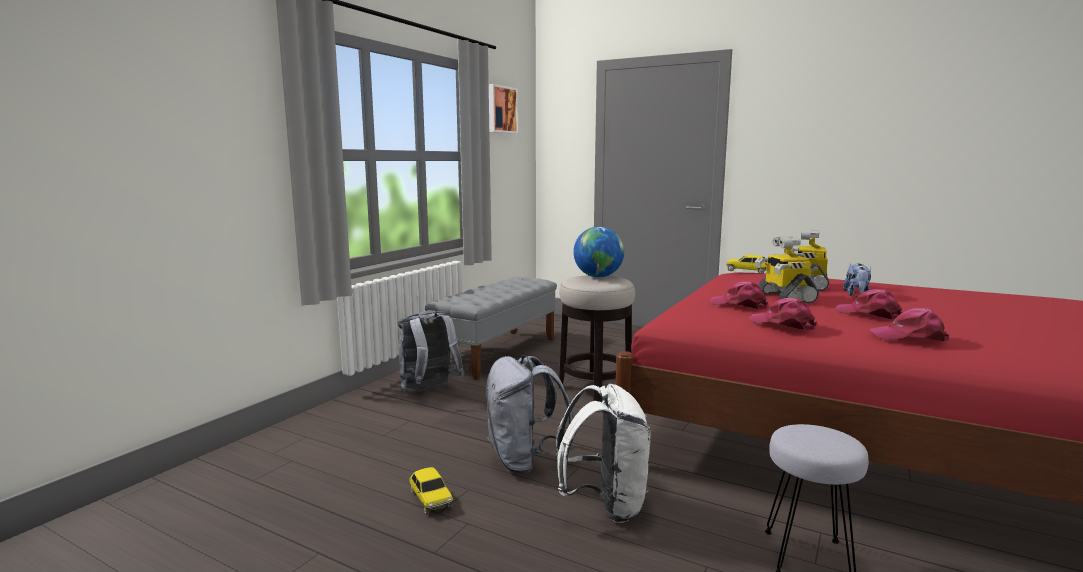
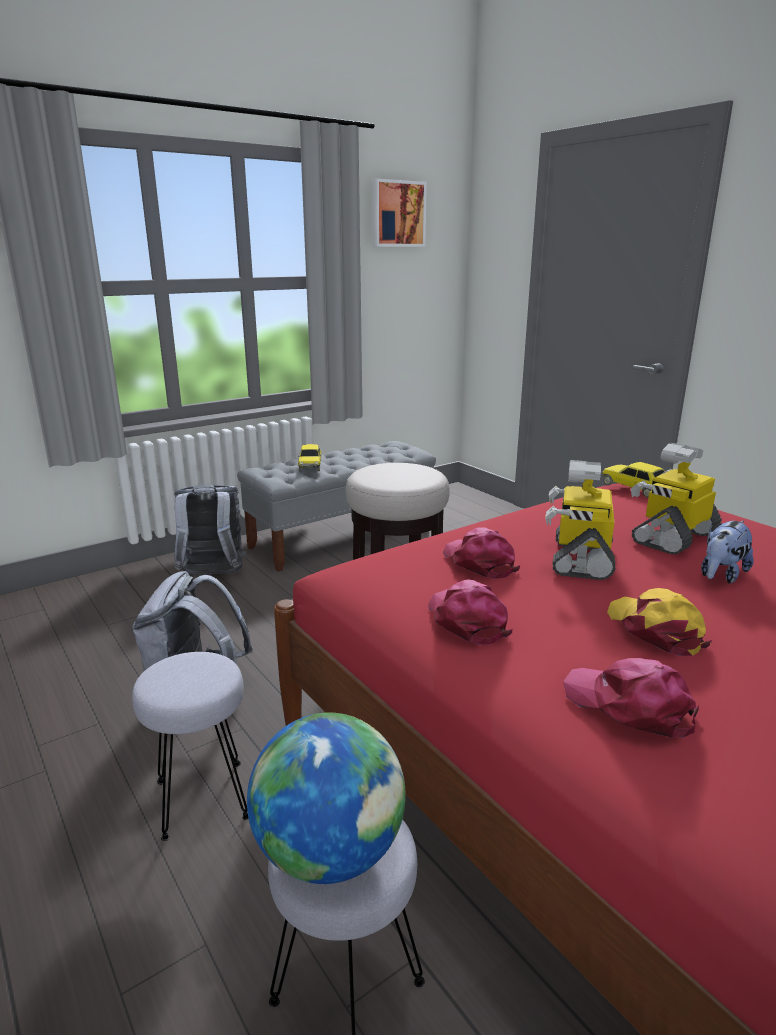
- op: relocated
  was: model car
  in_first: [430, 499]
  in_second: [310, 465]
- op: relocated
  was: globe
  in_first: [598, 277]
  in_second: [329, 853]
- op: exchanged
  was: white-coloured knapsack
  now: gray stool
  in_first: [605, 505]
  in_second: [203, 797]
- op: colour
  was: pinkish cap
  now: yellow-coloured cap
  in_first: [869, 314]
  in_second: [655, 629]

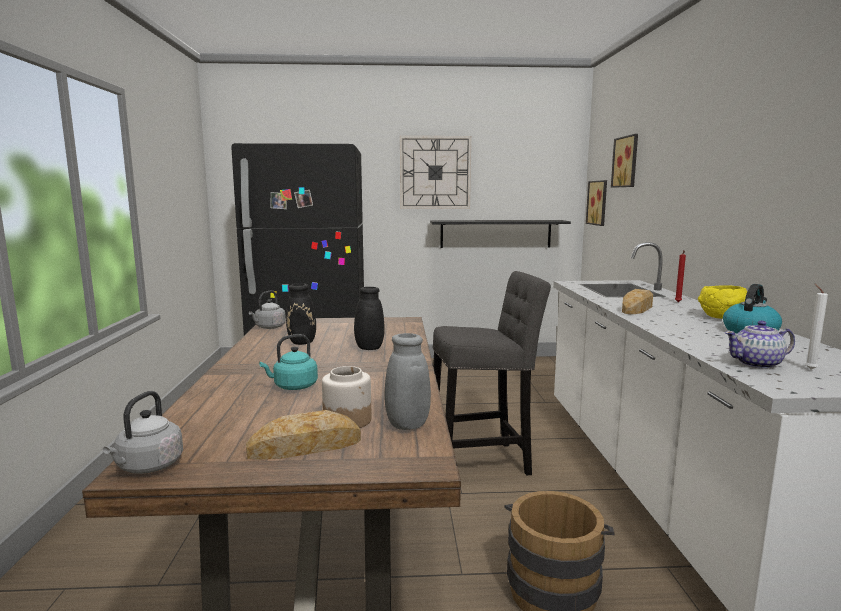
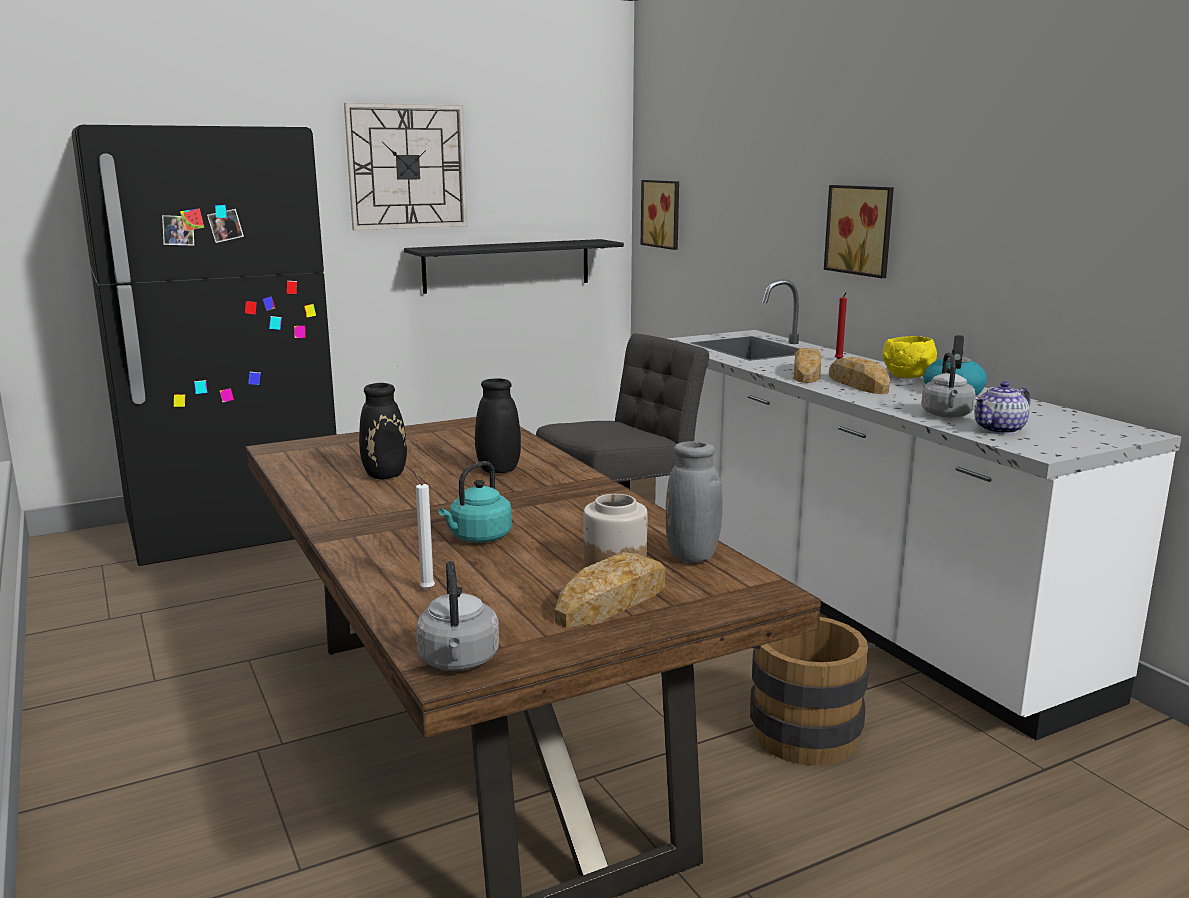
- op: appeared
  now: bakery bread
  in_second: [858, 384]
- op: relocated
  was: gray water kettle
  in_first: [269, 327]
  in_second: [947, 415]
- op: relocated
  was: picture
  in_first: [627, 162]
  in_second: [862, 230]
- op: relocated
  was: white-coloured wax light
  in_first: [809, 369]
  in_second: [426, 589]

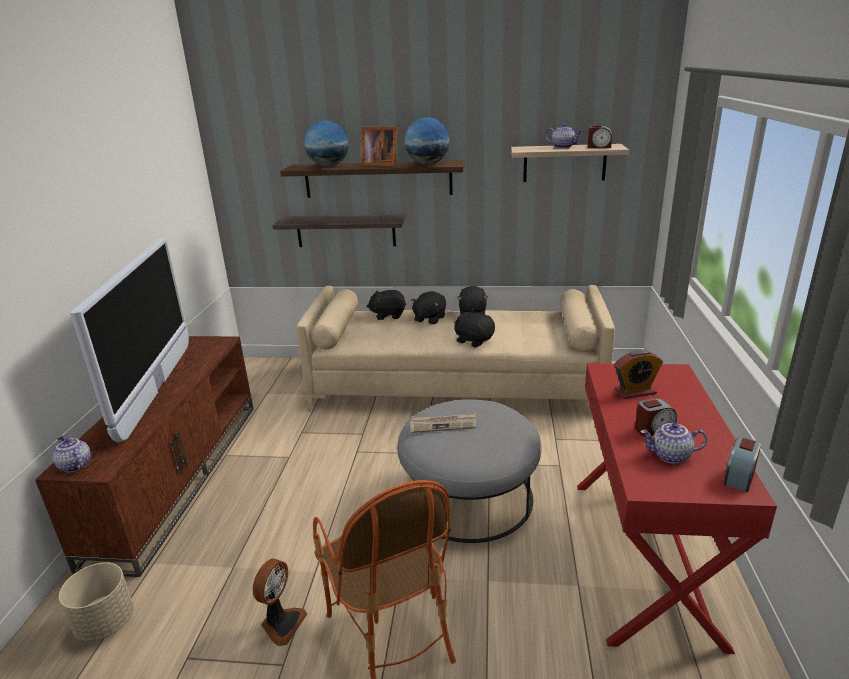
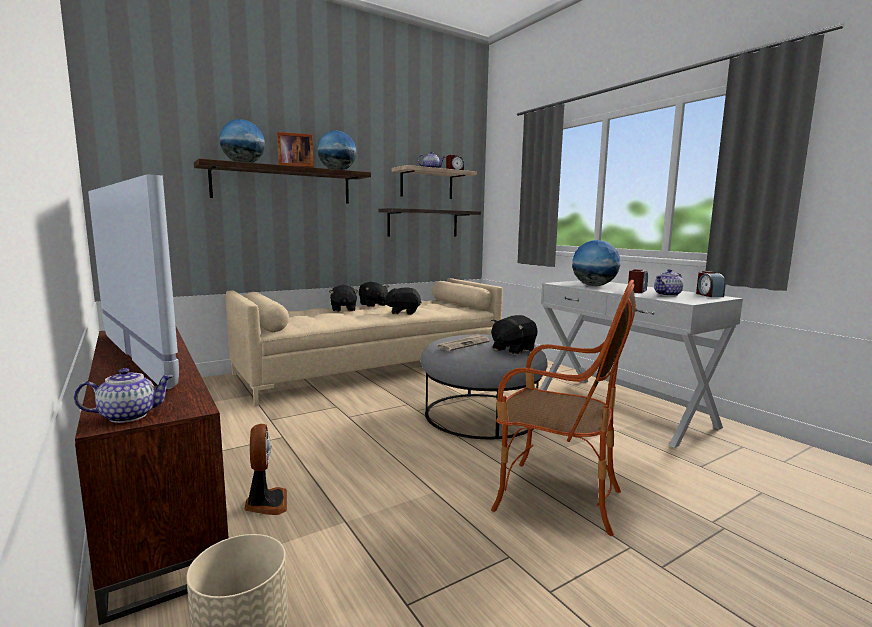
- op: relocated
  was: fan
  in_first: [281, 623]
  in_second: [266, 503]
- op: relocated
  was: wall shelf
  in_first: [346, 230]
  in_second: [423, 223]
- op: relocated
  was: black-coloured soft toy
  in_first: [388, 315]
  in_second: [512, 349]
- op: exchanged
  was: bedside clock
  now: globe
  in_first: [635, 392]
  in_second: [594, 286]
- op: colour
  was: red-coloured hall table
  now: white-coloured hall table
  in_first: [644, 556]
  in_second: [622, 408]
- op: spun
  was: teapot
  in_first: [74, 466]
  in_second: [129, 415]
  clockwise: 150

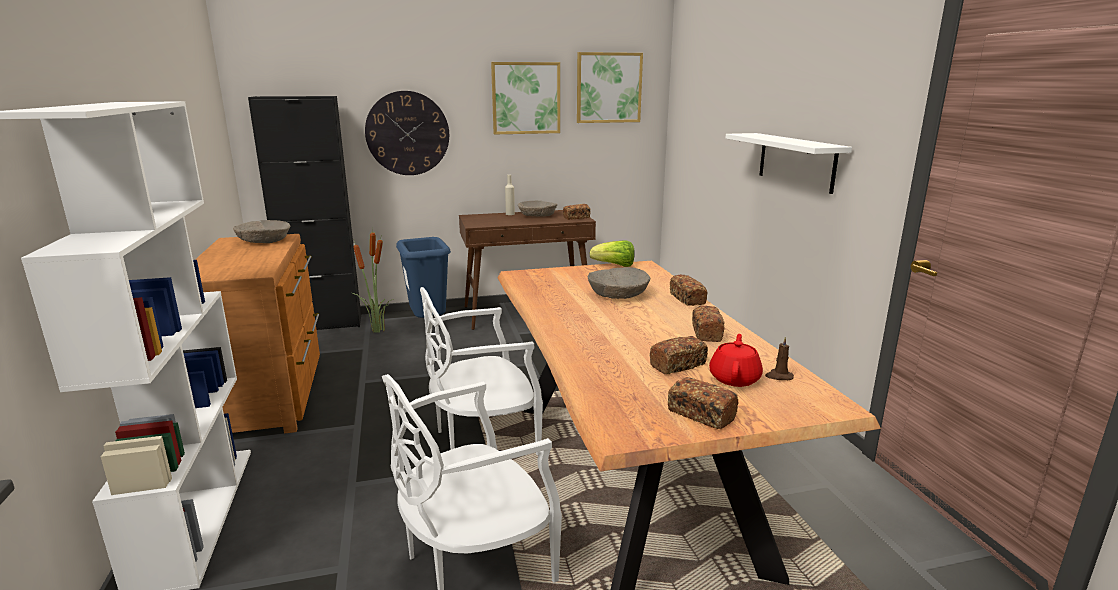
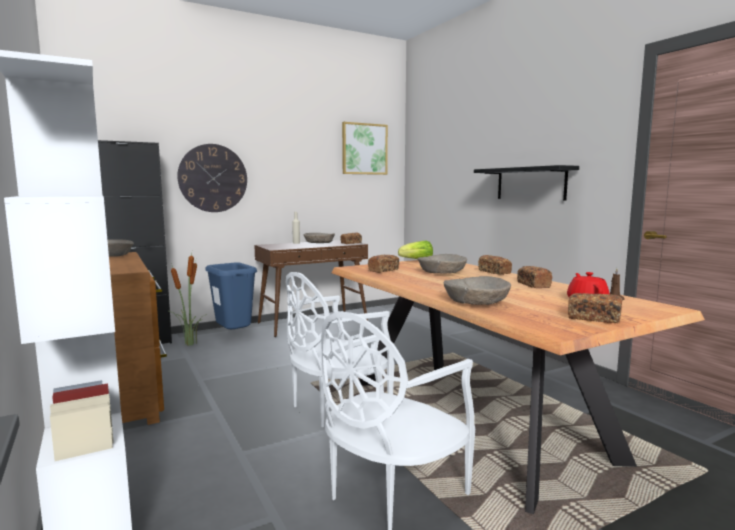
- op: missing
  was: picture
  in_first: [526, 98]
- op: appeared
  now: beige deep dish
  in_second: [476, 302]
- op: relocated
  was: bakery bread
  in_first: [677, 365]
  in_second: [383, 270]
- op: colour
  was: white-coloured wall shelf
  now: black-coloured wall shelf
  in_first: [796, 161]
  in_second: [530, 183]

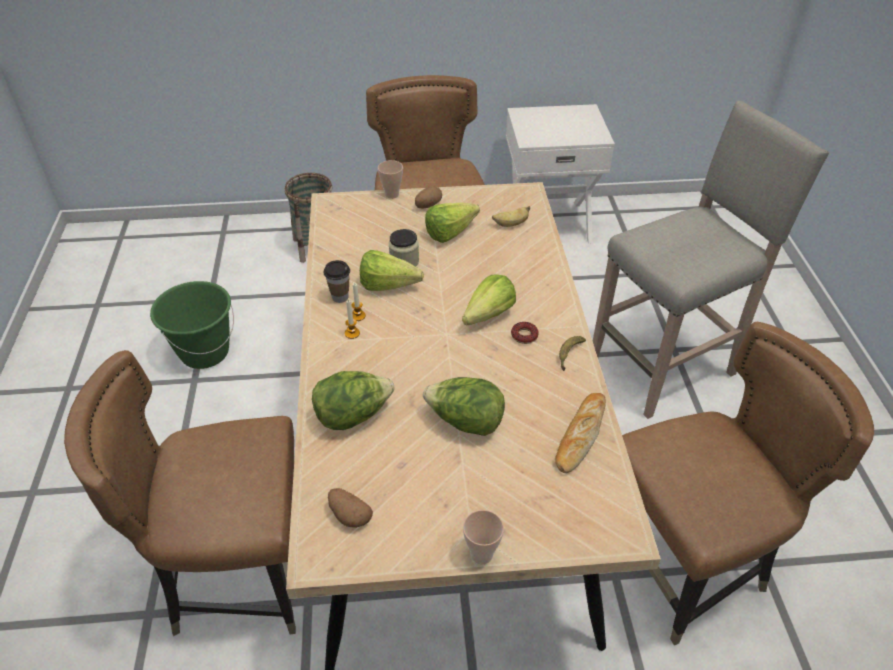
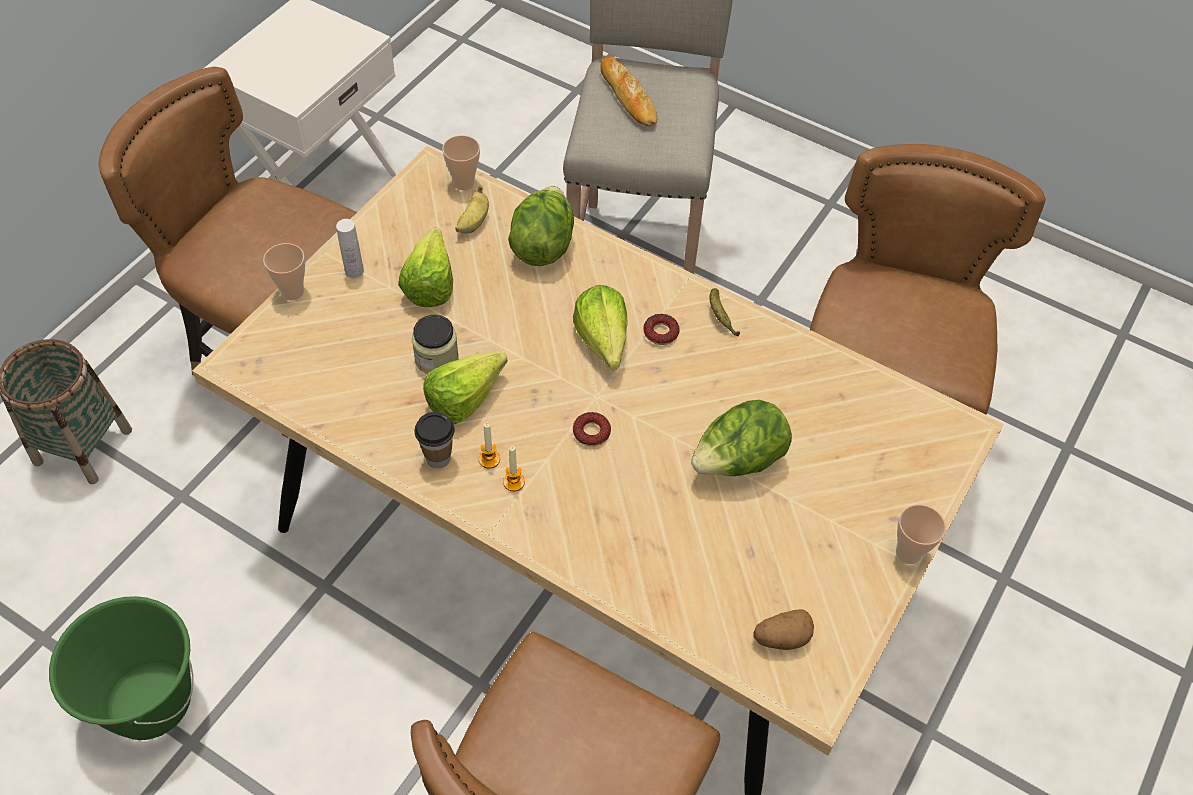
- op: appeared
  now: drinking cup
  in_second: [464, 183]
- op: appeared
  now: ring doughnut
  in_second: [591, 432]
- op: relocated
  was: head of lettuce
  in_first: [353, 415]
  in_second: [542, 245]
- op: relocated
  was: bakery bread
  in_first: [580, 435]
  in_second: [628, 96]
- op: exchanged
  was: spud
  now: white-coloured beverage bottle
  in_first: [428, 205]
  in_second: [354, 271]

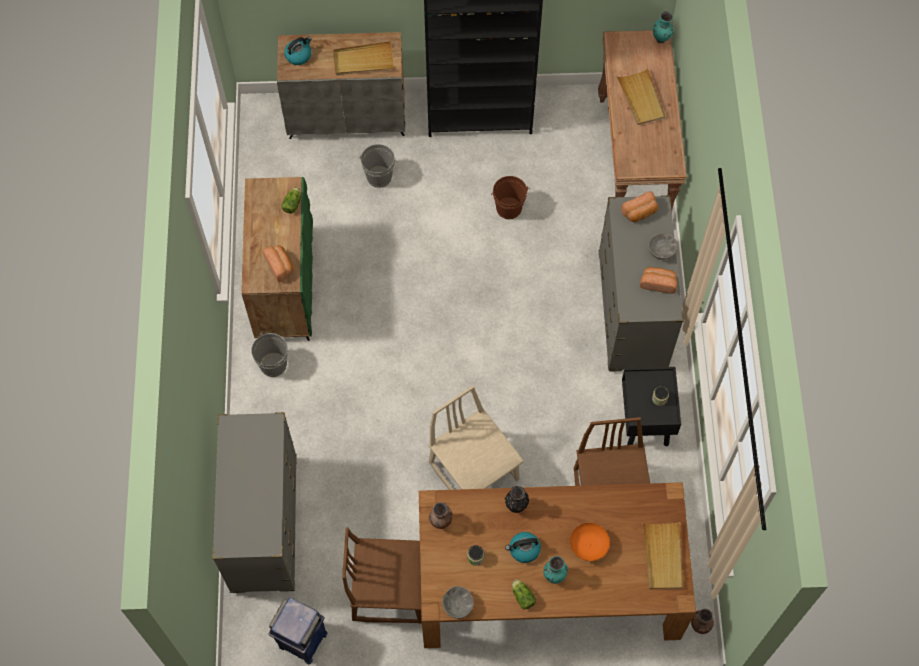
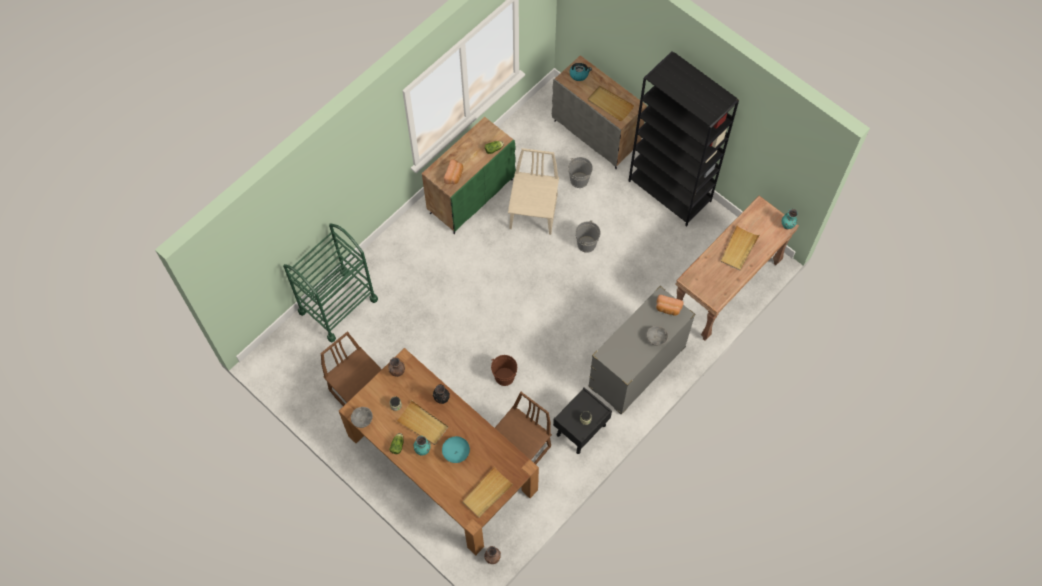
- op: missing
  was: blue-coloured trash can
  in_first: [302, 641]
- op: missing
  was: bakery bread
  in_first: [658, 283]
- op: relocated
  was: gray pail
  in_first: [273, 364]
  in_second: [586, 244]
- op: relocated
  was: beige upright chair
  in_first: [474, 471]
  in_second: [534, 212]
- op: relocated
  was: brown-coloured pail
  in_first: [508, 208]
  in_second: [504, 376]
- op: exchanged
  was: gray drawer chest
  now: green cart
  in_first: [264, 524]
  in_second: [338, 305]
- op: exchanged
  was: water kettle
  now: beige tray
  in_first: [524, 550]
  in_second: [422, 424]
- op: colour
  was: orange deep dish
  now: blue-green deep dish
  in_first: [588, 545]
  in_second: [456, 452]

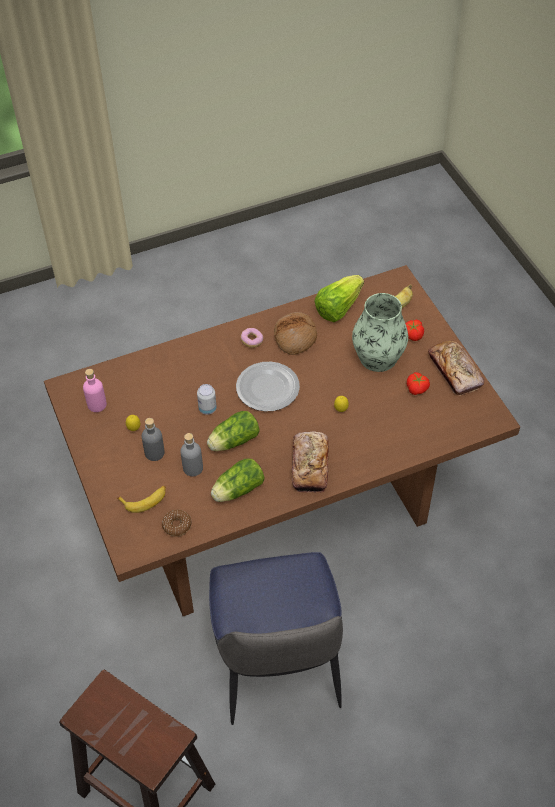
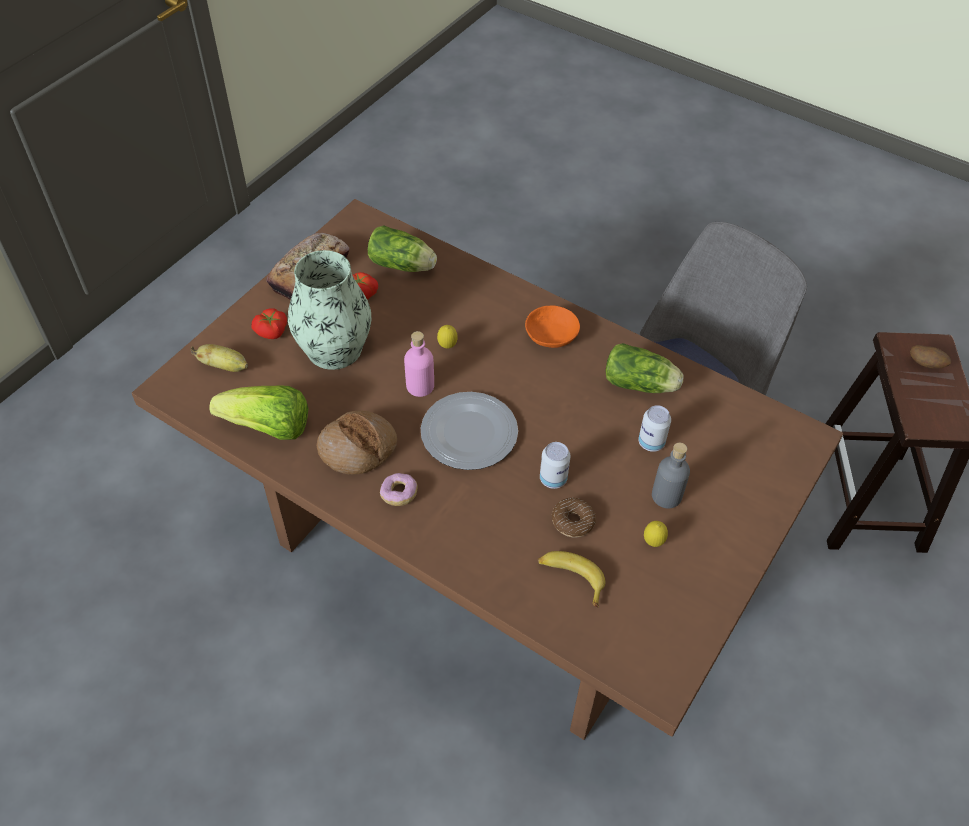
- op: appeared
  now: spud
  in_second: [926, 364]
- op: relocated
  was: pinkish beverage bottle
  in_first: [97, 404]
  in_second: [420, 386]
- op: relocated
  was: whole banana
  in_first: [145, 500]
  in_second: [570, 578]
- op: relocated
  was: ring doughnut
  in_first: [177, 525]
  in_second: [572, 521]
- op: relocated
  was: head of lettuce
  in_first: [232, 441]
  in_second: [403, 265]
- op: exchanged
  was: gray beverage bottle
  now: metal can
  in_first: [193, 468]
  in_second: [651, 443]
- op: exchanged
  was: bakery bread
  now: orange deep dish
  in_first: [310, 466]
  in_second: [550, 337]

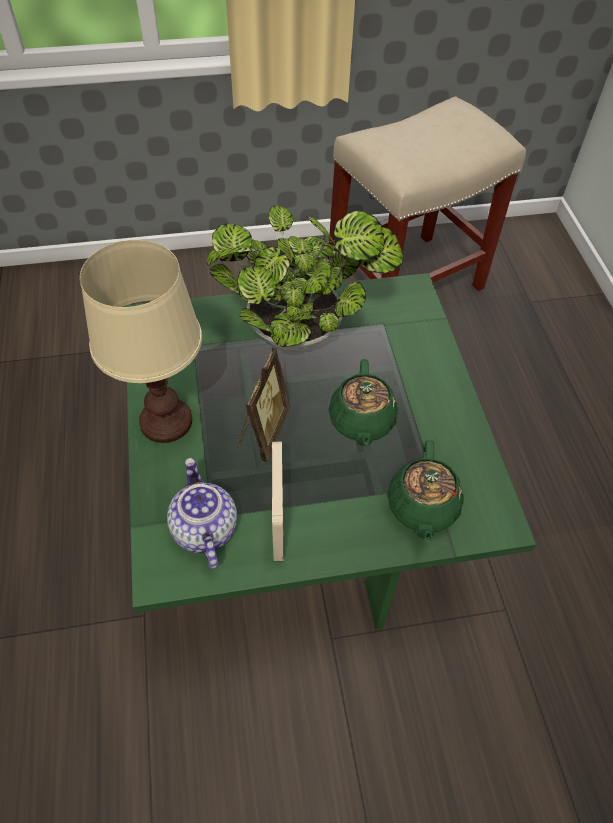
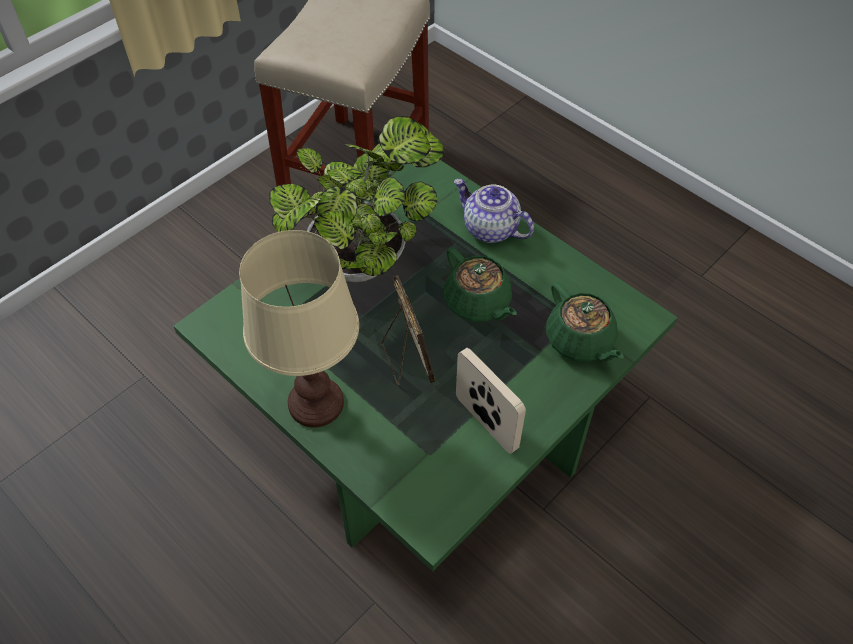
- op: relocated
  was: teapot
  in_first: [203, 529]
  in_second: [490, 229]

